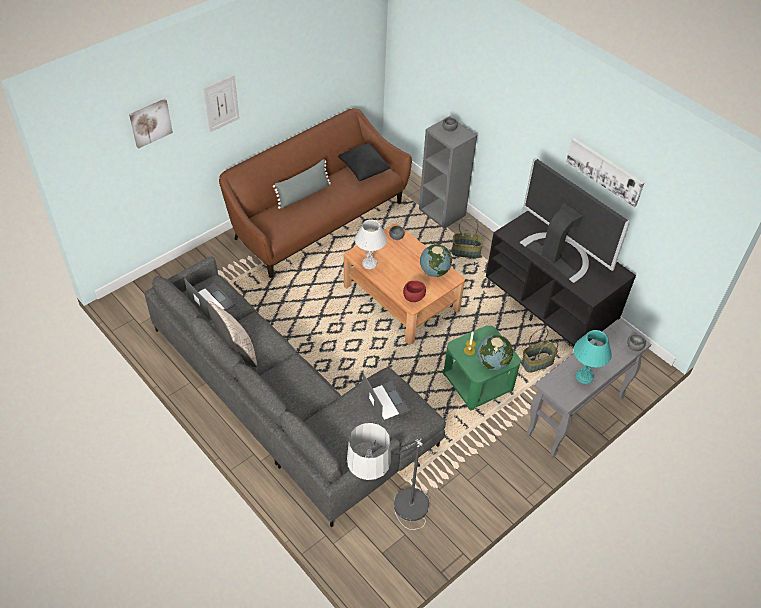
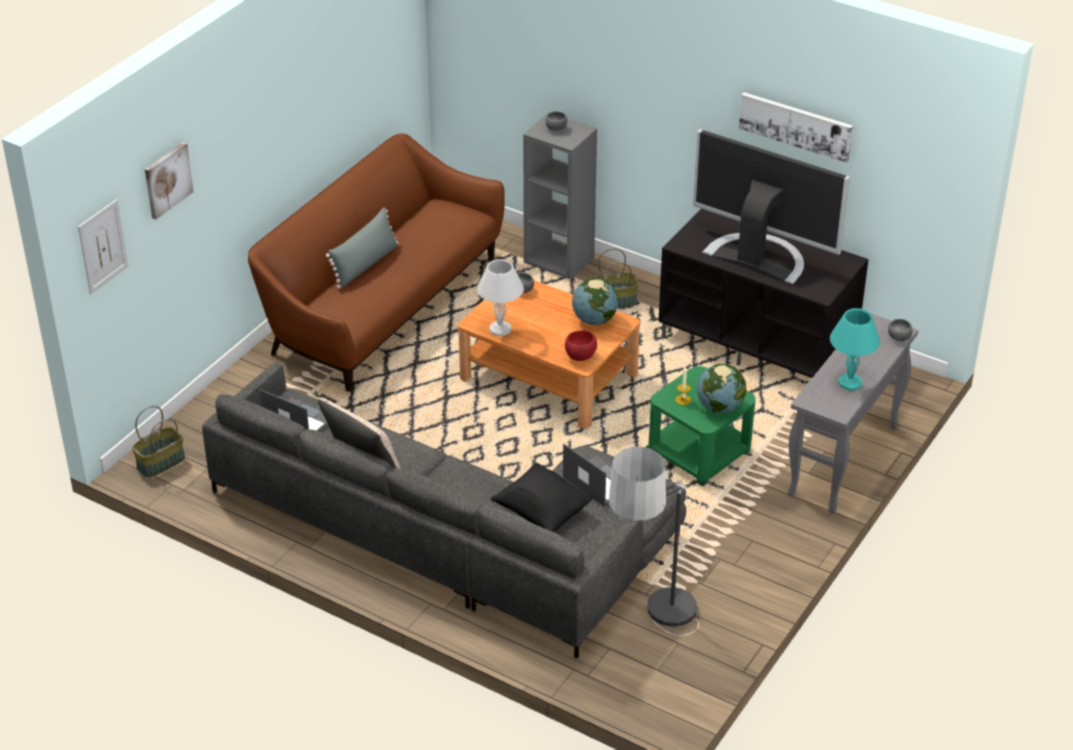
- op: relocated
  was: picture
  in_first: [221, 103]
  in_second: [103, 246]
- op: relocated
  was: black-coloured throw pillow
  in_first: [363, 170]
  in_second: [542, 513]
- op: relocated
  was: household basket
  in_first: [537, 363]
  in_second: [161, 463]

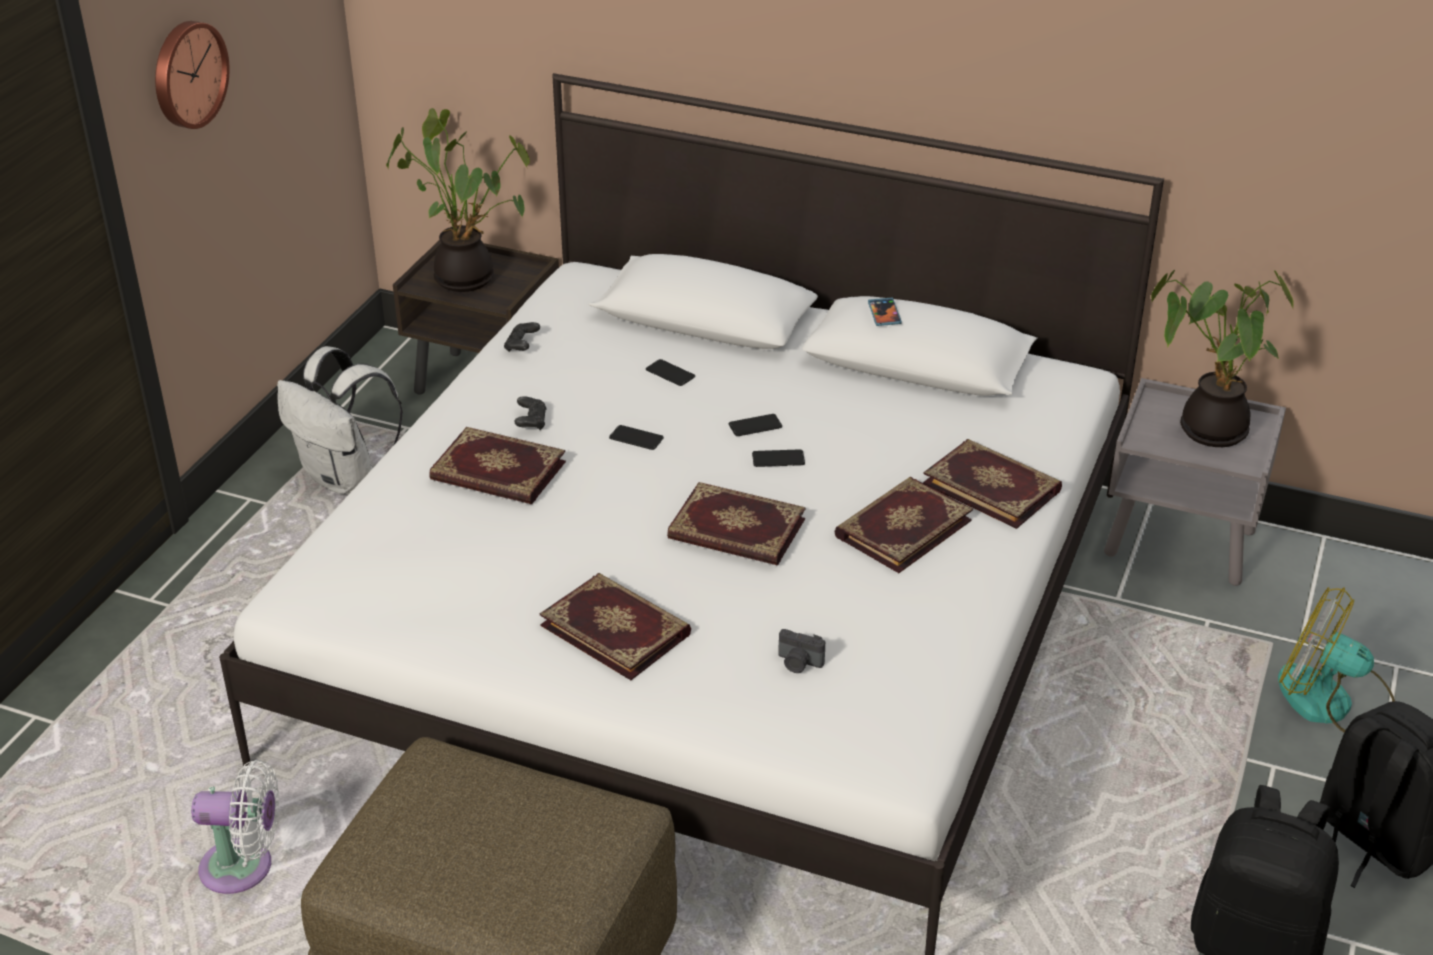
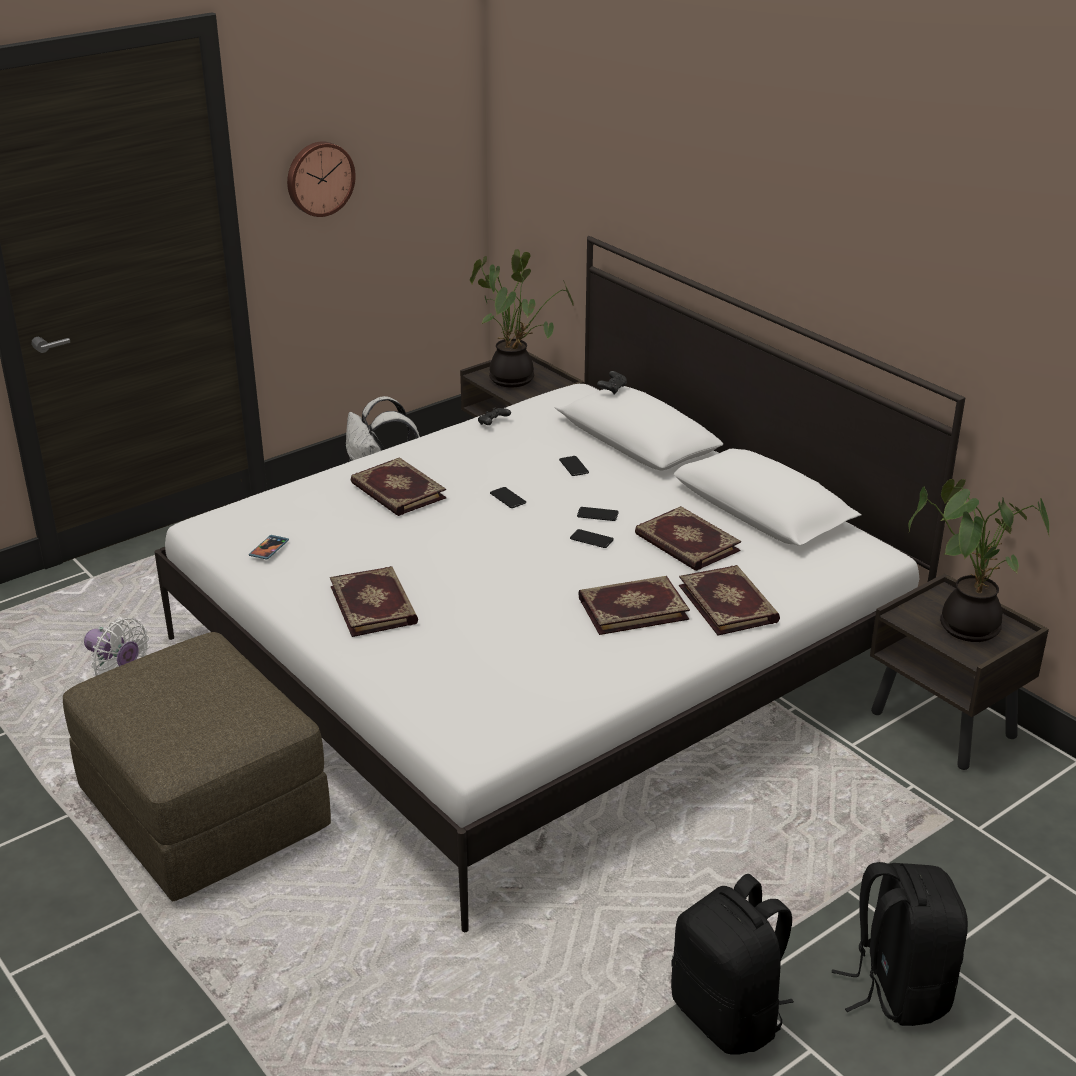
- op: missing
  was: still camera
  in_first: [798, 663]
- op: missing
  was: fan
  in_first: [1332, 703]
- op: relocated
  was: black-coloured gamepad
  in_first: [531, 422]
  in_second: [612, 389]
- op: relocated
  was: book
  in_first: [736, 530]
  in_second: [686, 543]
- op: relocated
  was: handset
  in_first: [884, 313]
  in_second: [269, 548]
- op: colour
  was: gray night table
  now: brown-coloured night table
  in_first: [1181, 543]
  in_second: [944, 725]

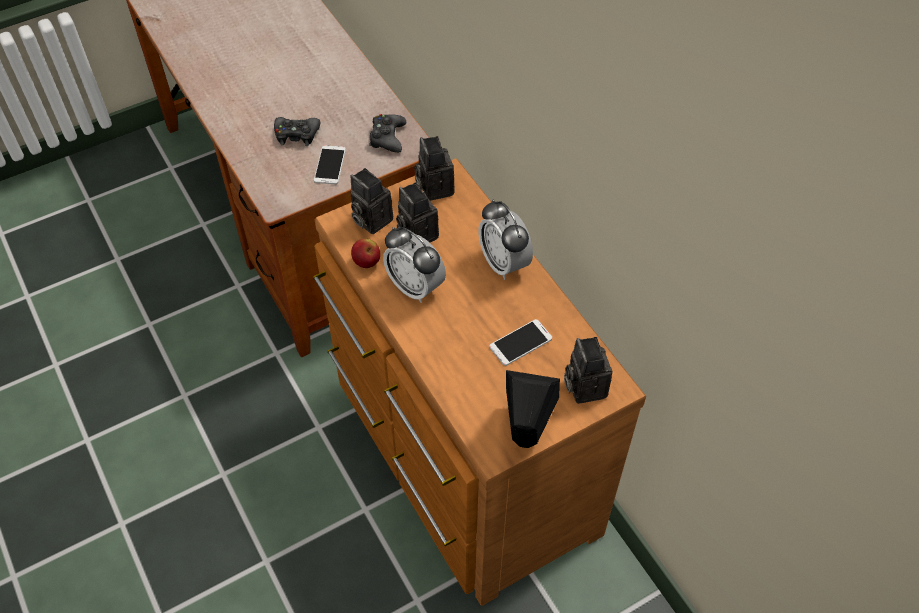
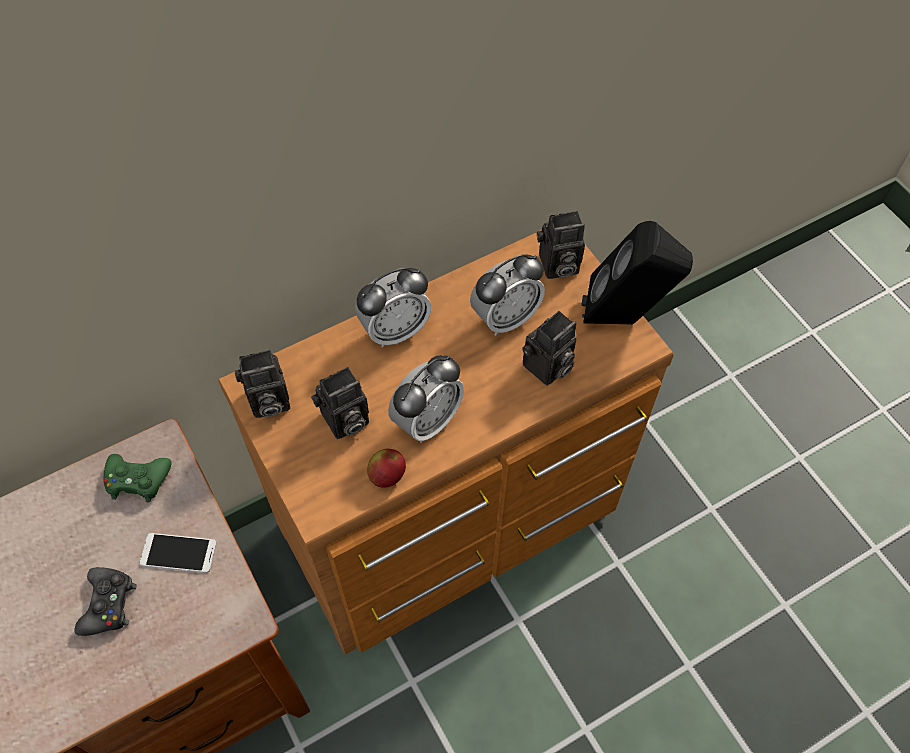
- op: relocated
  was: still camera
  in_first: [370, 219]
  in_second: [547, 368]
- op: exchanged
  was: handset
  now: bedside clock
  in_first: [520, 343]
  in_second: [505, 318]
- op: colour
  was: black-coloured gamepad
  now: green gamepad
  in_first: [387, 137]
  in_second: [137, 480]

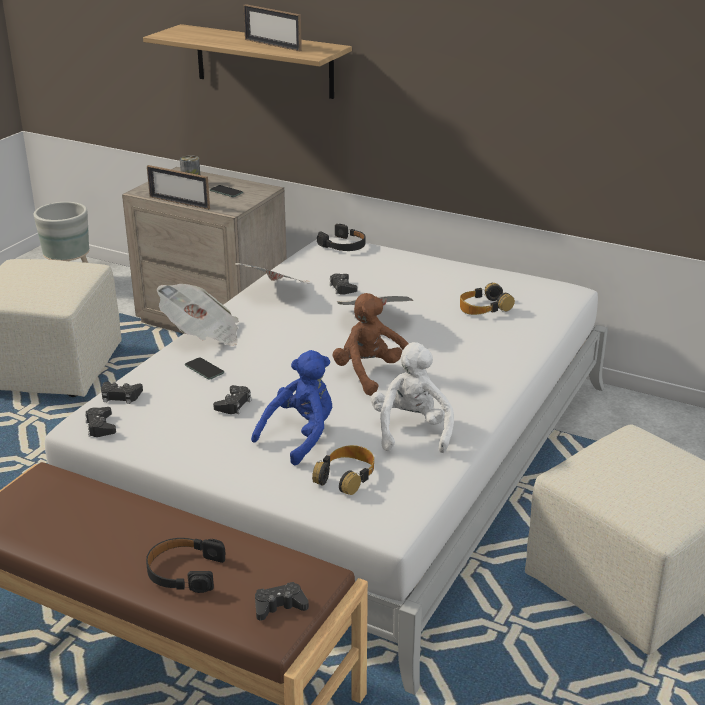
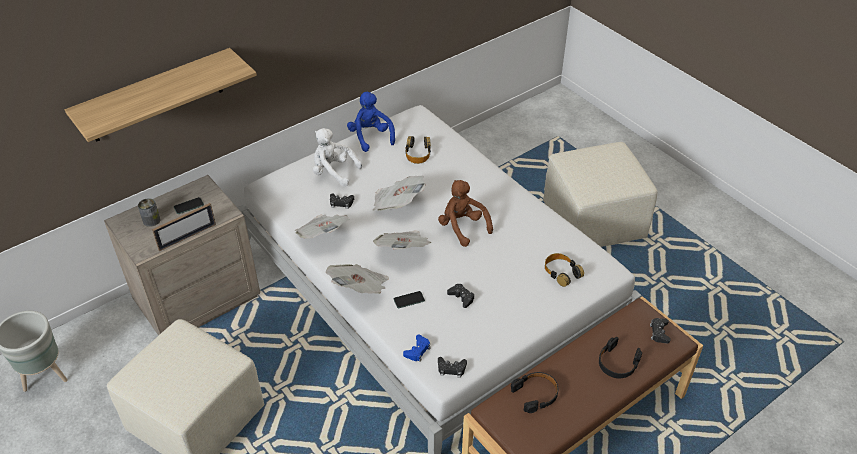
- op: missing
  was: picture frame
  in_first: [272, 45]
- op: appeared
  now: daily paper
  in_second: [403, 250]
- op: relocated
  was: blue-coloured soft toy
  in_first: [301, 436]
  in_second: [370, 137]
- op: relocated
  was: black-coloured headset
  in_first: [343, 245]
  in_second: [536, 394]
- op: relocated
  was: white-coloured soft toy
  in_first: [411, 430]
  in_second: [333, 172]
- op: colour
  was: black-coloured gamepad
  now: blue-coloured gamepad
  in_first: [120, 396]
  in_second: [417, 350]
- op: spun
  was: brown-coloured soft toy
  in_first: [371, 375]
  in_second: [462, 227]
  clockwise: 60

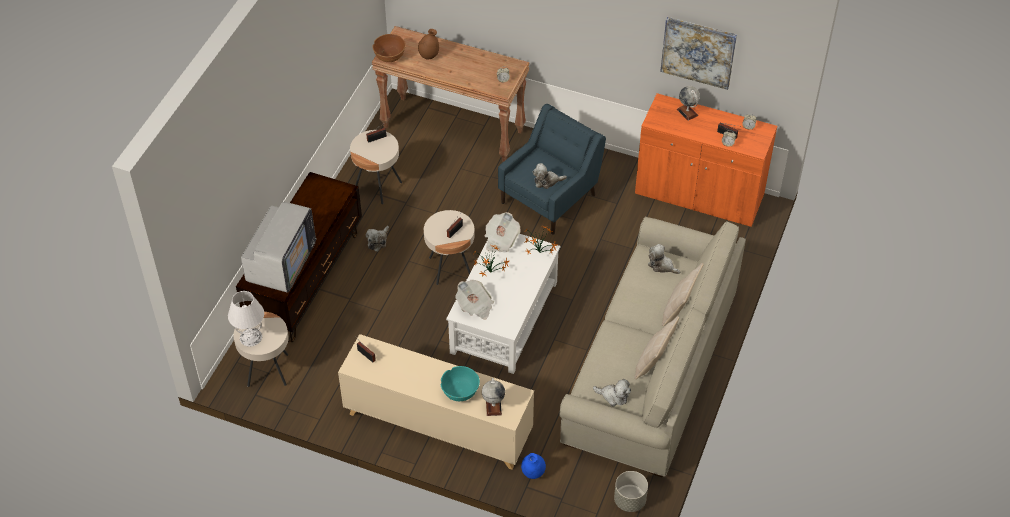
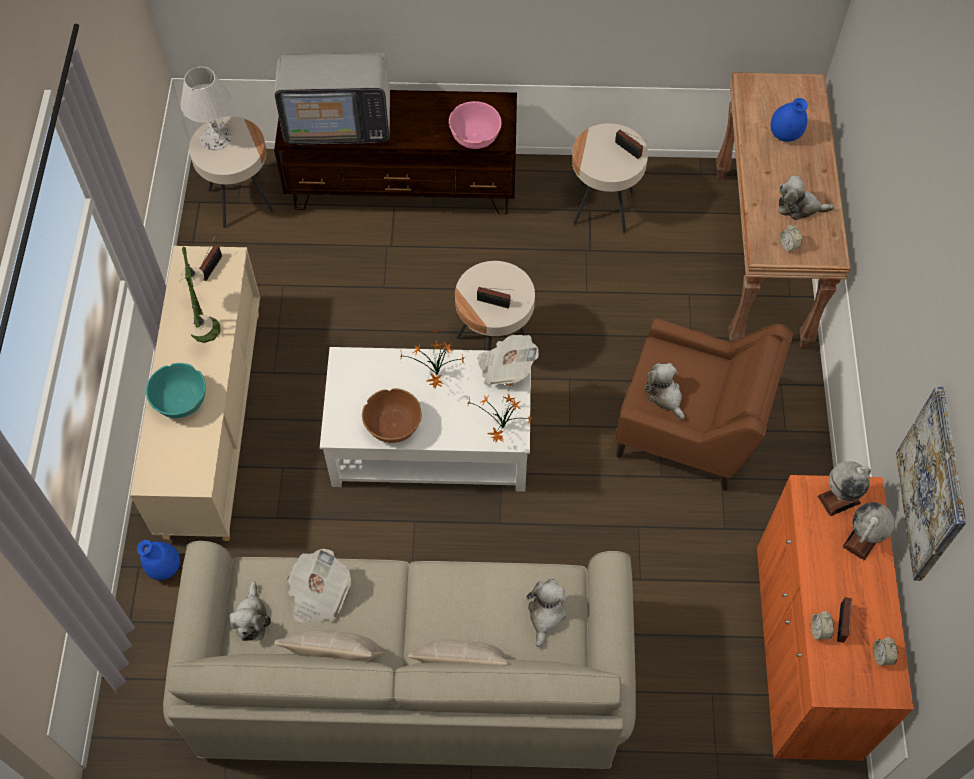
- op: missing
  was: gray plant pot
  in_first: [629, 500]
- op: appeared
  now: lamp for a table
  in_second: [205, 329]
- op: appeared
  now: pinkish deep dish
  in_second: [475, 137]
- op: relocated
  was: soft toy
  in_first: [378, 241]
  in_second: [799, 207]
- op: relocated
  was: brown-coloured deep dish
  in_first: [389, 56]
  in_second: [393, 426]
- op: relocated
  was: daily paper
  in_first: [475, 306]
  in_second: [318, 594]
- op: relocated
  was: globe
  in_first: [493, 406]
  in_second: [839, 499]
- op: colour
  was: brown-coloured decorative vase
  now: blue-coloured decorative vase
  in_first: [429, 56]
  in_second: [785, 135]
- op: colour
  was: blue-coloured armchair
  now: brown-coloured armchair
  in_first: [550, 197]
  in_second: [690, 429]

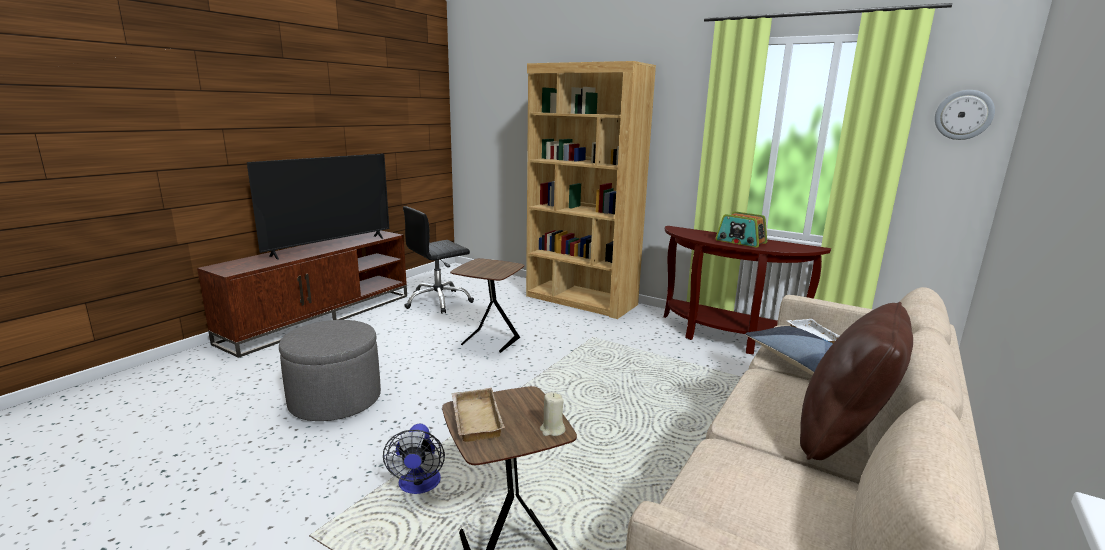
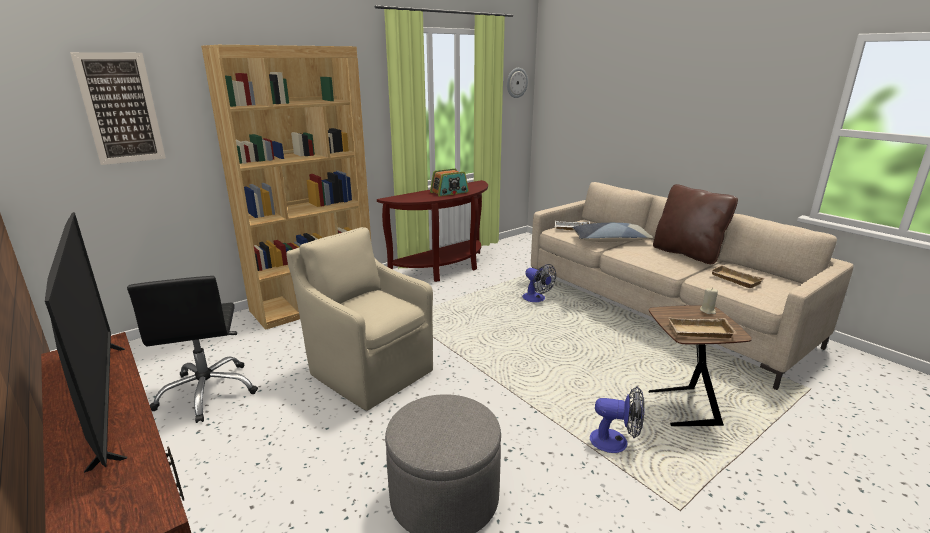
- op: appeared
  now: picture
  in_second: [121, 109]
- op: appeared
  now: fan
  in_second: [537, 299]
- op: appeared
  now: beige tray
  in_second: [733, 280]
- op: exchanged
  was: brown-coloured side table
  now: beige armchair
  in_first: [489, 342]
  in_second: [369, 370]

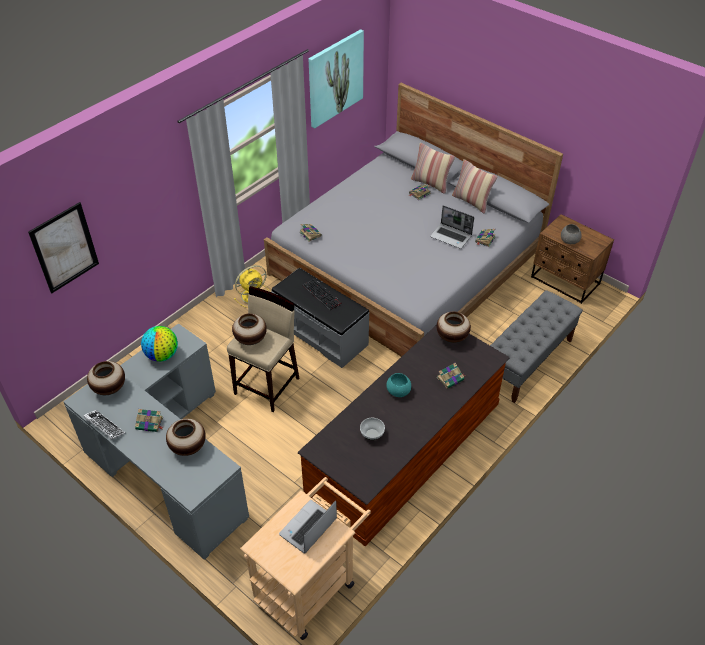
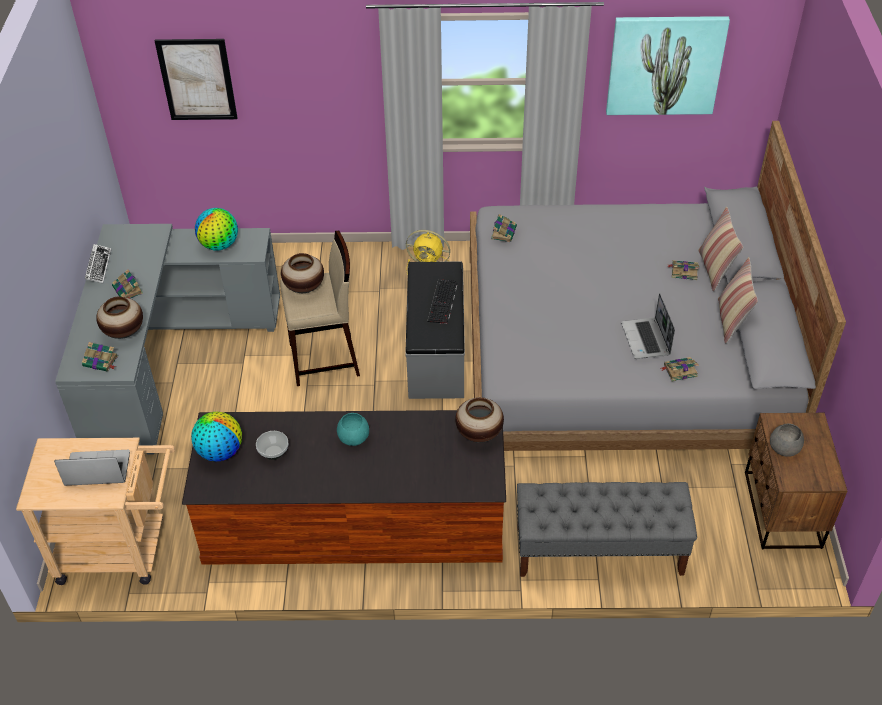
- op: missing
  was: decorative vase
  in_first: [110, 388]
- op: appeared
  now: globe
  in_second: [220, 452]
- op: relocated
  was: book
  in_first: [450, 378]
  in_second: [101, 361]

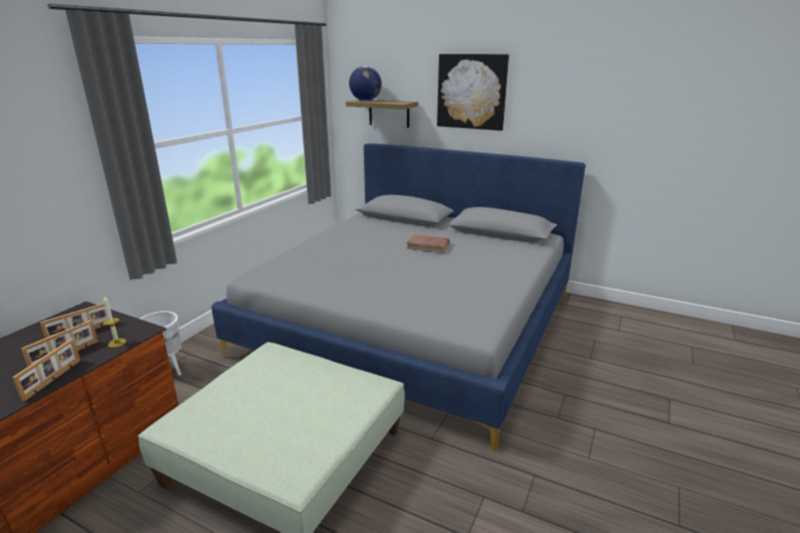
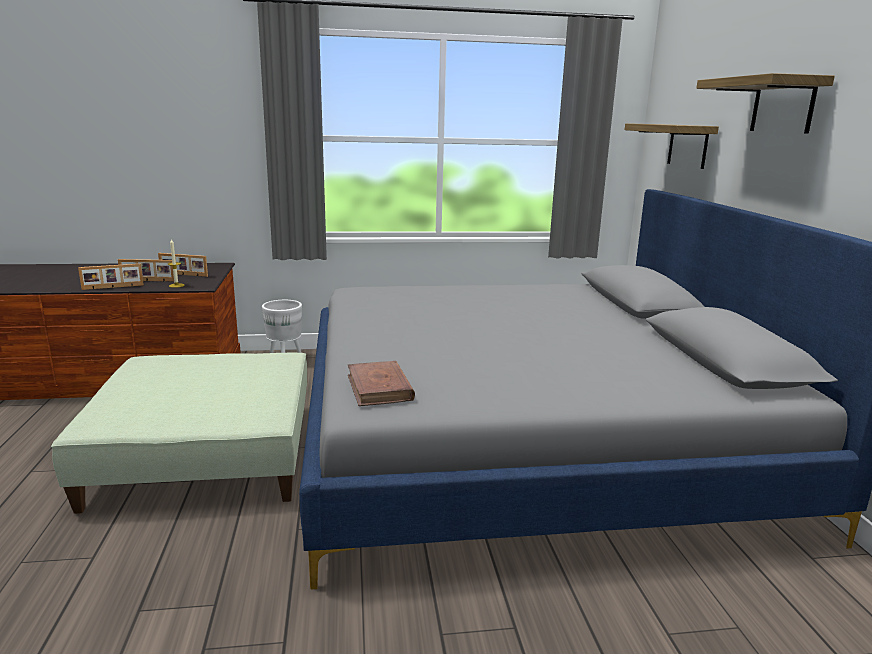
- op: missing
  was: globe
  in_first: [365, 100]
- op: relocated
  was: brown-coloured book
  in_first: [428, 246]
  in_second: [379, 388]
- op: exchanged
  was: picture
  now: wall shelf
  in_first: [472, 91]
  in_second: [783, 105]

